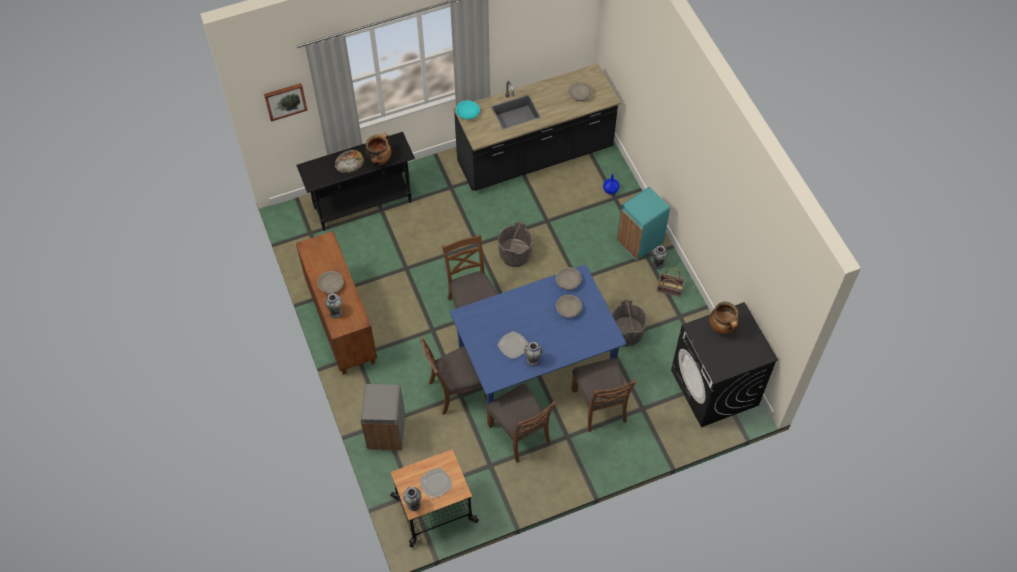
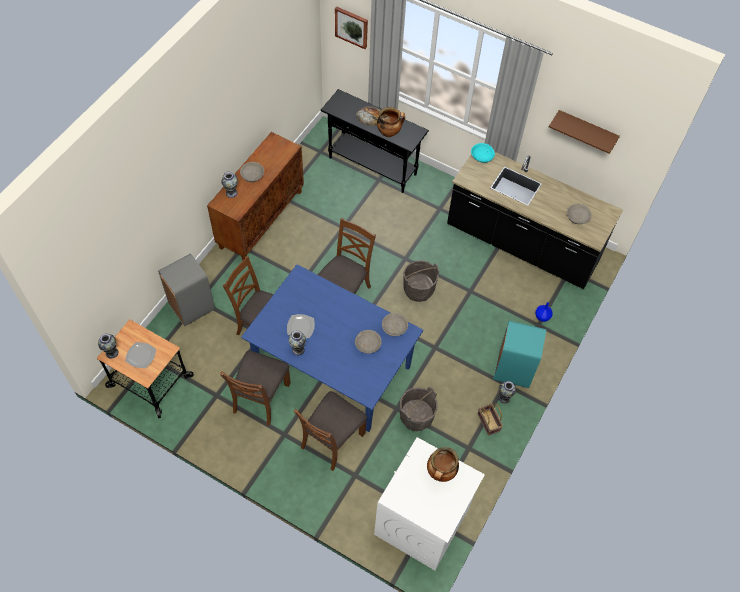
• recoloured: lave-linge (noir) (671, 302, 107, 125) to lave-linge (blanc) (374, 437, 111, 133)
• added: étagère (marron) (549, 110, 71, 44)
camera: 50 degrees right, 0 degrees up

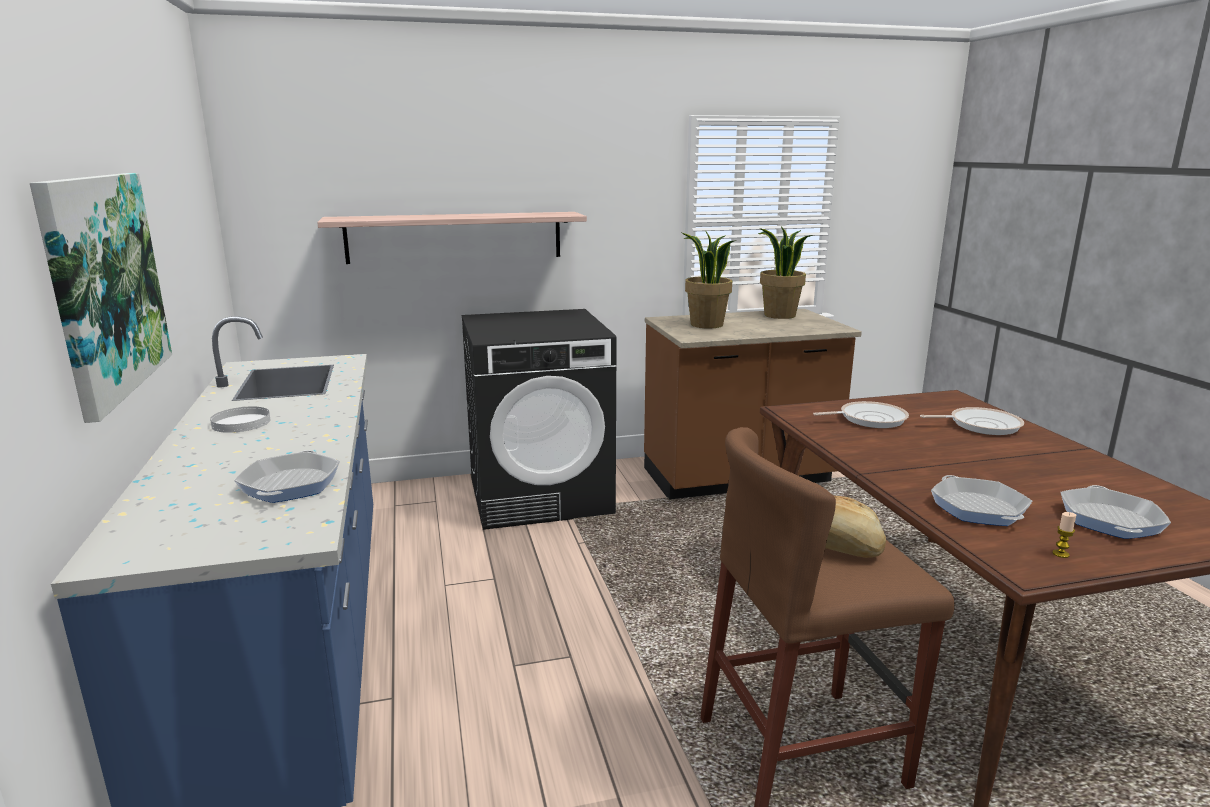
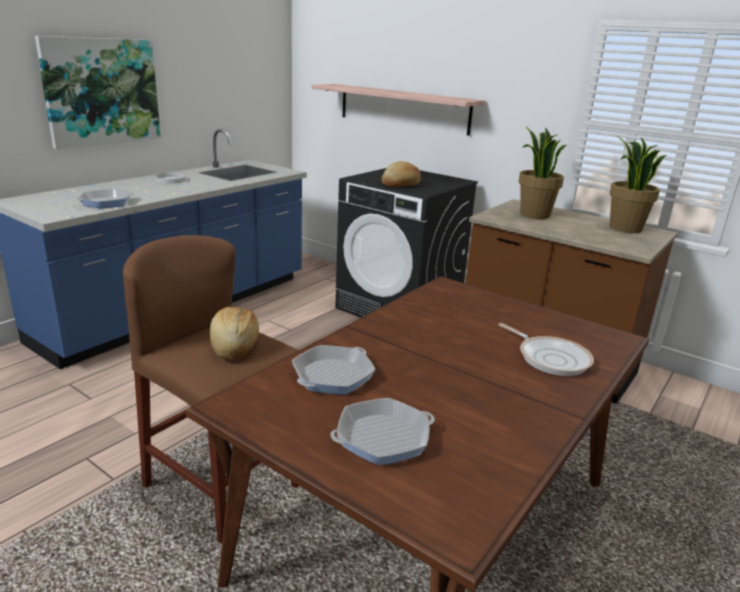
• removed: poêle (813, 401, 96, 27)
• removed: bougie (1052, 512, 24, 46)
• added: pain (381, 161, 40, 26)
camera: 50 degrees right, 5 degrees up

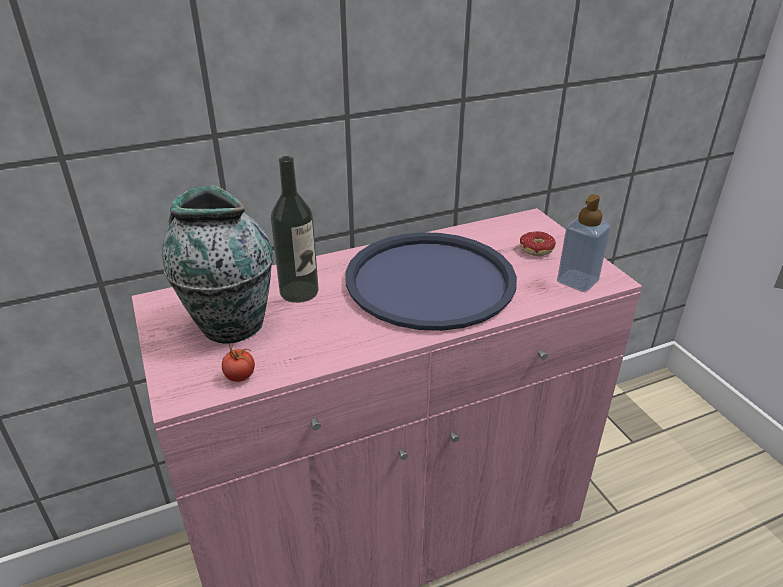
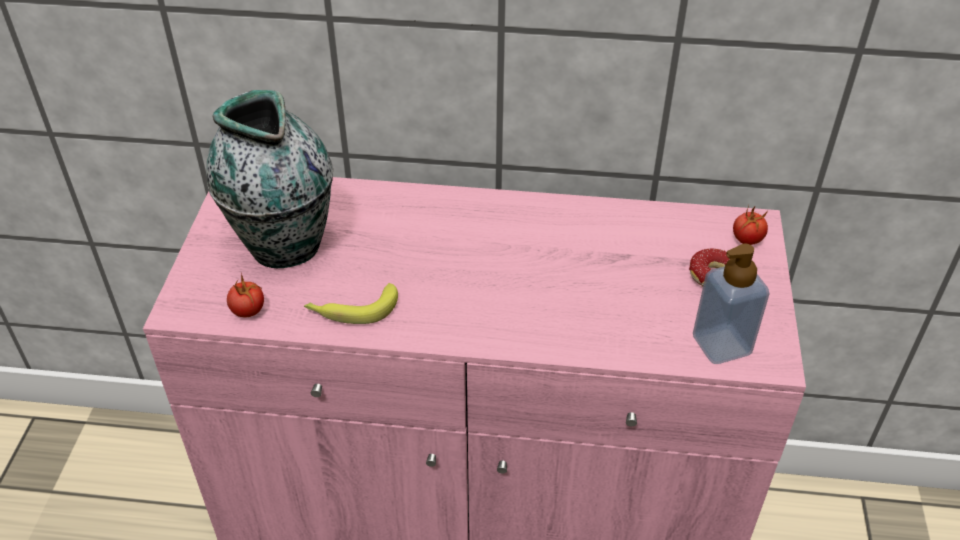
• removed: bouteille (271, 156, 48, 147)
• removed: plateau (bleu) (345, 232, 172, 99)
• added: tomate (733, 206, 35, 39)
• added: banane (304, 283, 94, 41)
camera: 30 degrees right, 10 degrees up

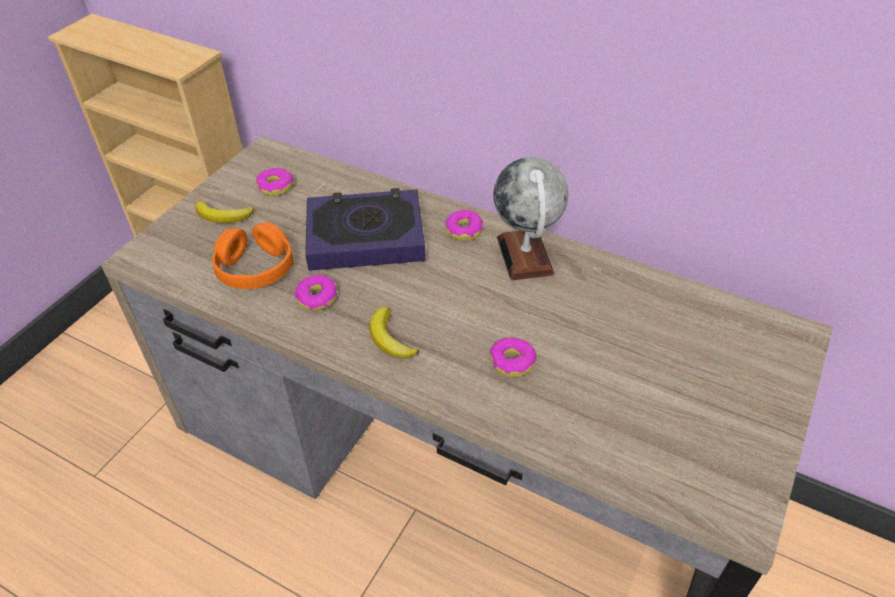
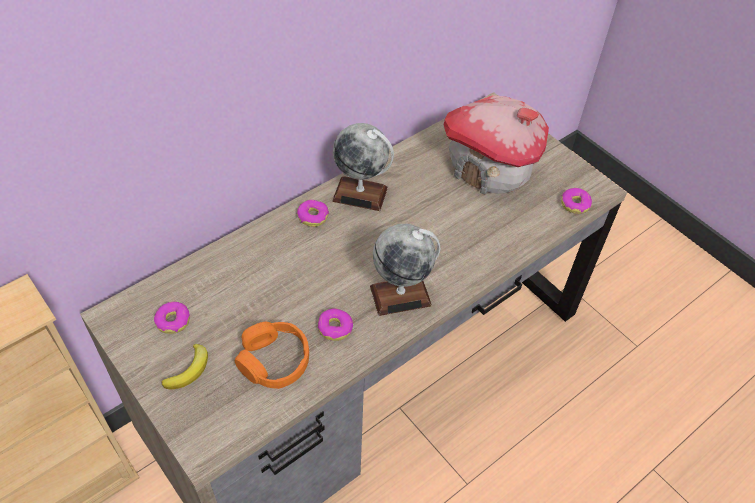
• removed: livre (305, 188, 121, 83)
• replaced: banane (369, 306, 50, 53) to globe (370, 224, 71, 92)
• moved: beignet (490, 338, 47, 39) to (561, 188, 31, 26)
• added: maison miniature (444, 95, 105, 99)
camera: 70 degrees left, 5 degrees up

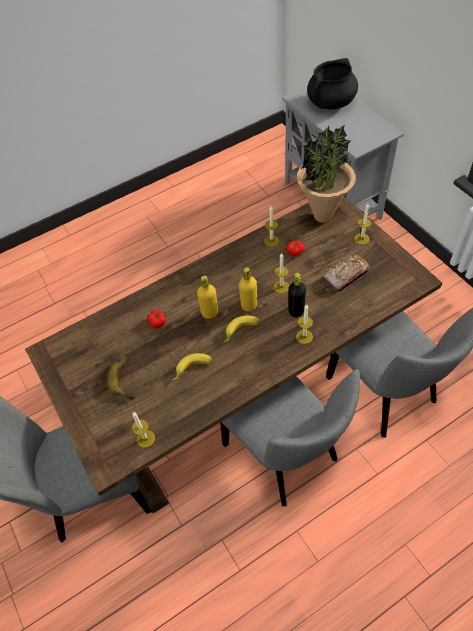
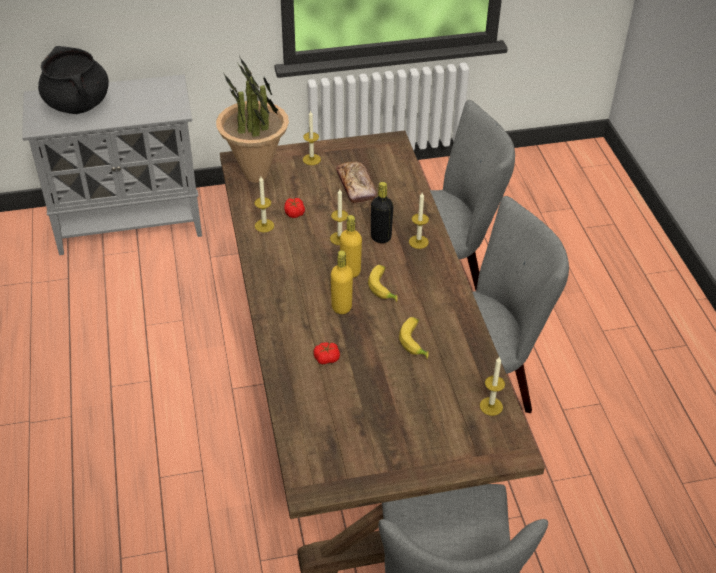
• removed: banane (107, 356, 28, 44)
camera: 75 degrees left, 10 degrees down

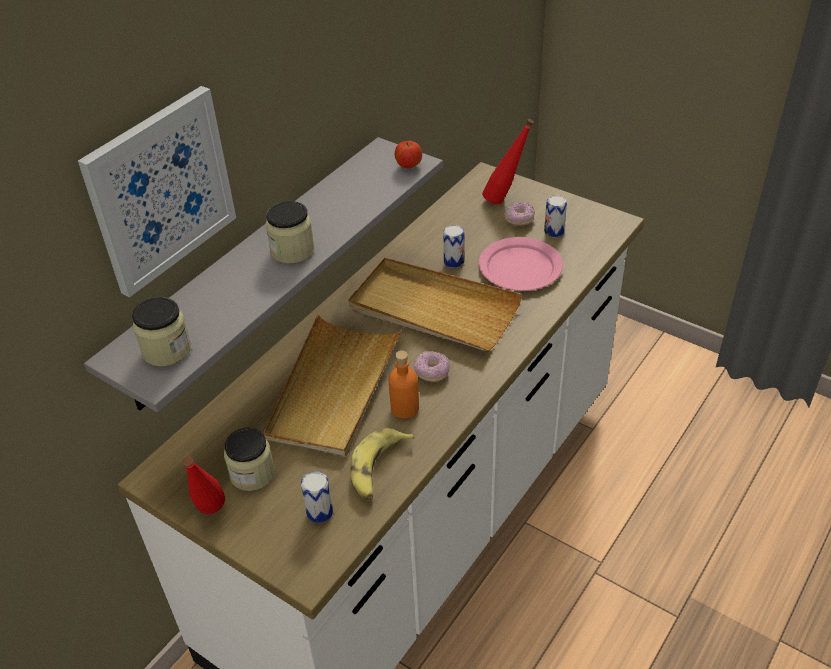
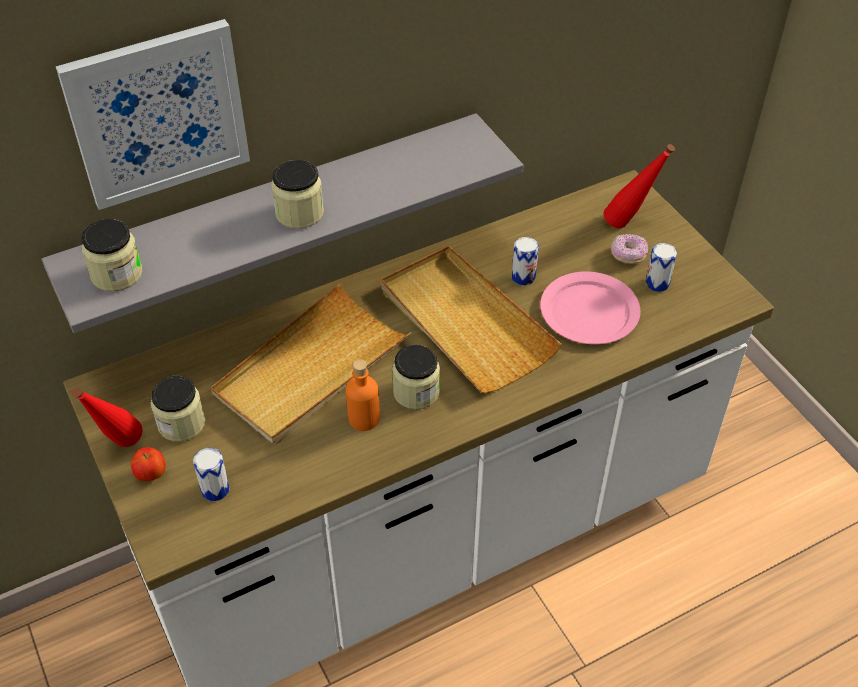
• moved: pomme (395, 141, 27, 28) to (131, 447, 35, 34)
• replaced: beignet (414, 351, 36, 31) to bocal (392, 345, 48, 64)
• removed: banane (350, 428, 65, 72)
camera: 25 degrees right, 5 degrees up

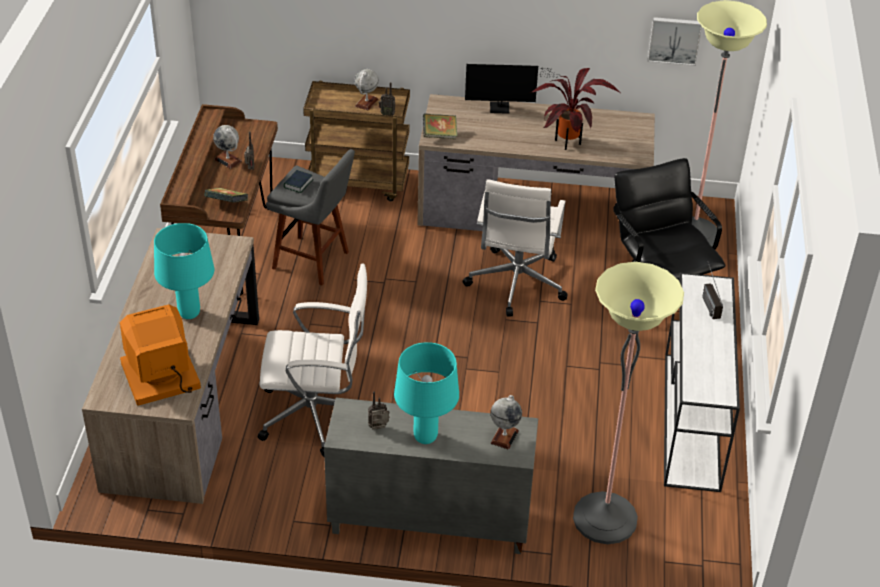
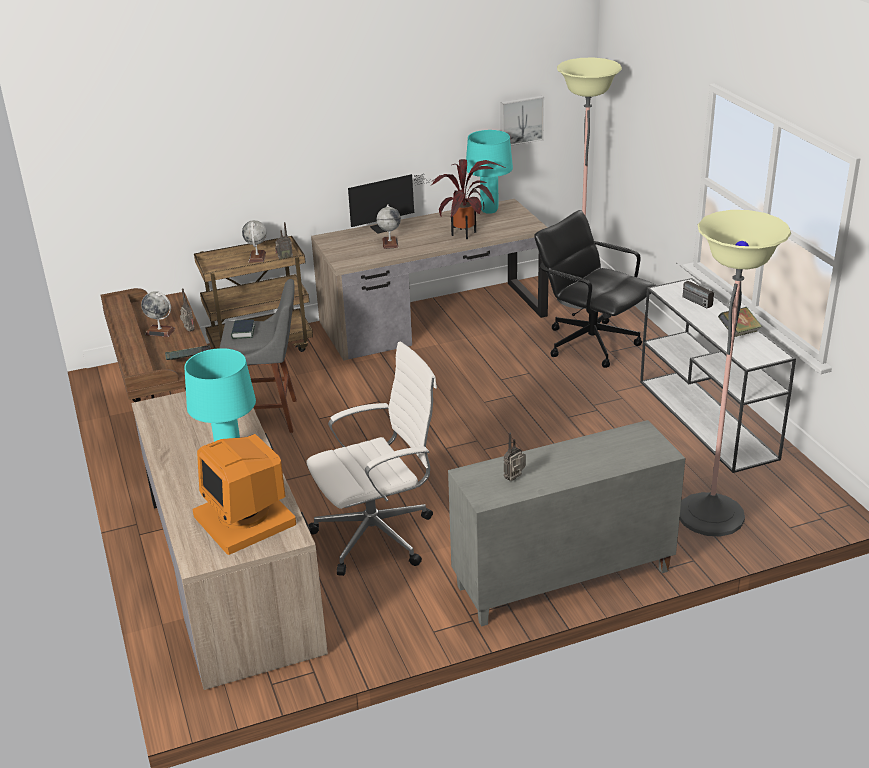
• moved: livre (423, 113, 34, 26) to (718, 307, 44, 30)
• removed: chaise de bureau (blanc) (463, 180, 105, 137)
• turned: écran d'ordinateur (120, 304, 81, 102) = (193, 434, 103, 121) 75 degrees counterclockwise
• moved: lampe de table (turquoise) (394, 342, 65, 102) to (466, 130, 47, 84)
• moved: globe (490, 395, 32, 55) to (377, 204, 24, 45)
camera: 25 degrees left, 10 degrees down

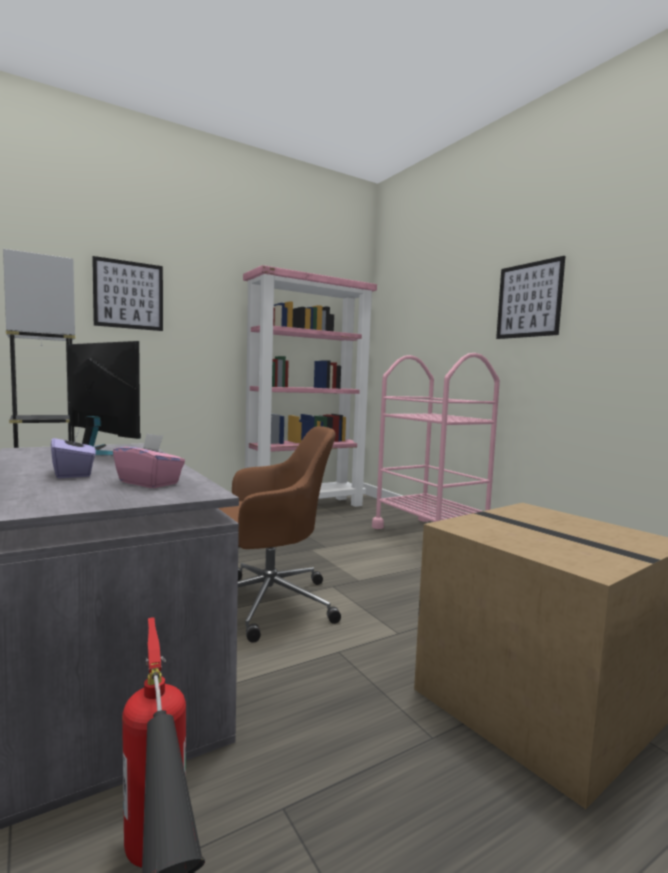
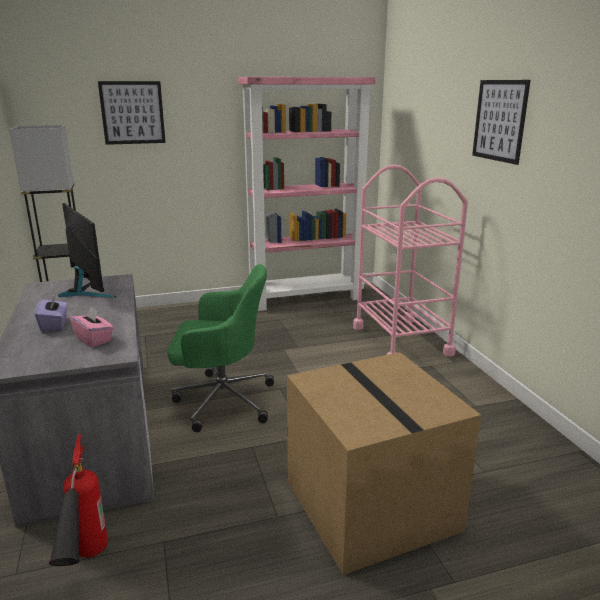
• recoloured: chaise de bureau (marron) (218, 426, 123, 217) to chaise de bureau (vert) (167, 264, 107, 168)
camera: 15 degrees right, 15 degrees up

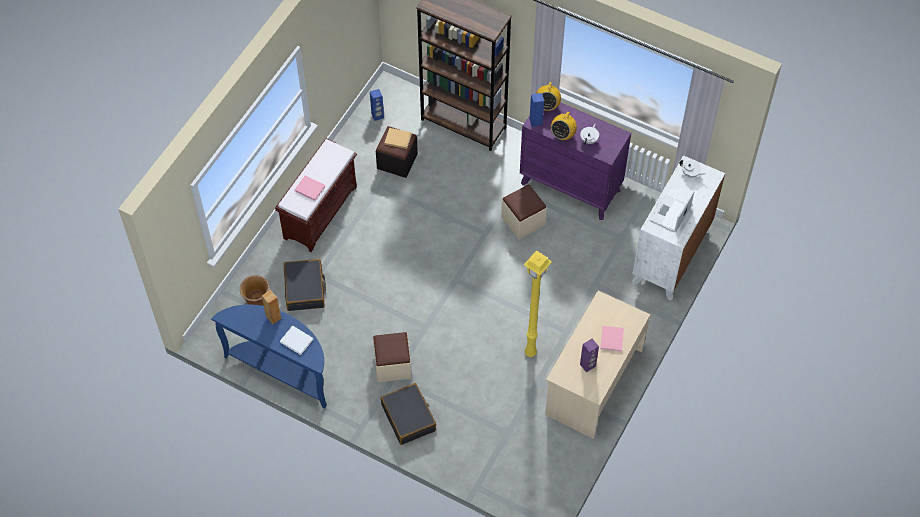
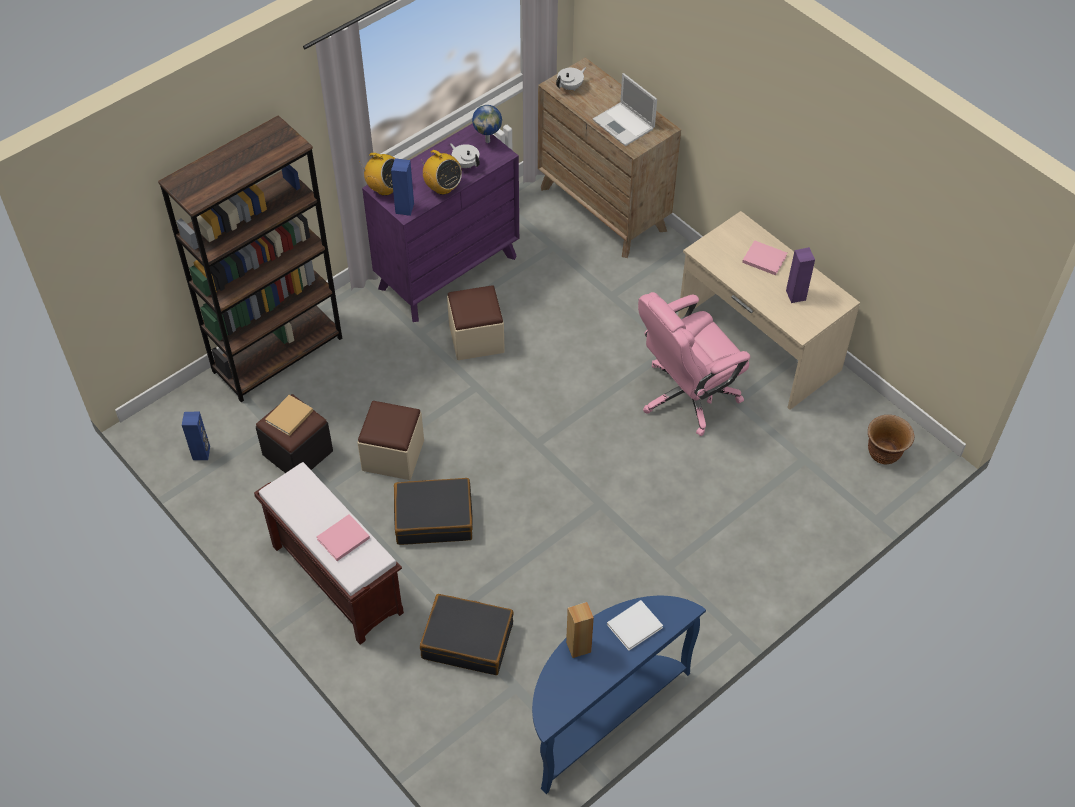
• recoloured: commode (blanc) (632, 155, 93, 146) to commode (marron) (538, 57, 143, 201)
• replaced: lampadaire (jaune) (524, 251, 28, 106) to chaise de bureau (rose) (638, 292, 112, 144)
• moved: cache-pot (marron) (240, 275, 30, 31) to (868, 415, 46, 49)
• moved: pouf (beige) (373, 332, 39, 50) to (357, 401, 67, 79)
• moved: valise (noir) (380, 383, 56, 62) to (394, 478, 79, 67)
• added: globe (472, 105, 30, 38)
camera: 70 degrees left, 5 degrees down

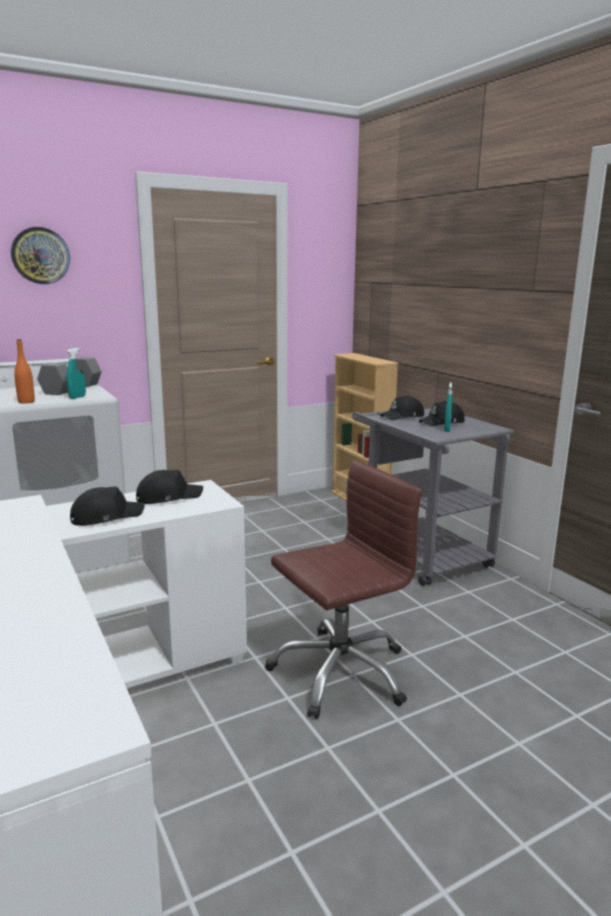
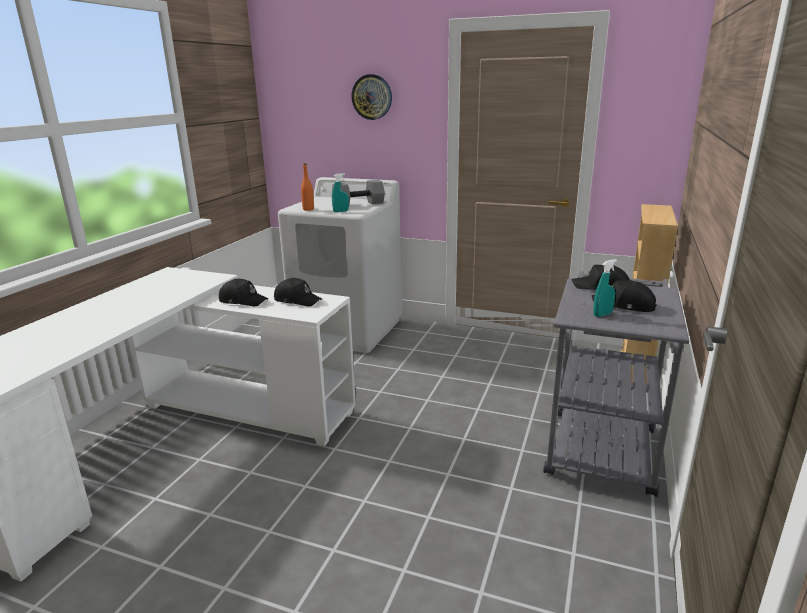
• removed: chaise de bureau (marron) (265, 460, 157, 259)
camera: 50 degrees right, 5 degrees up

